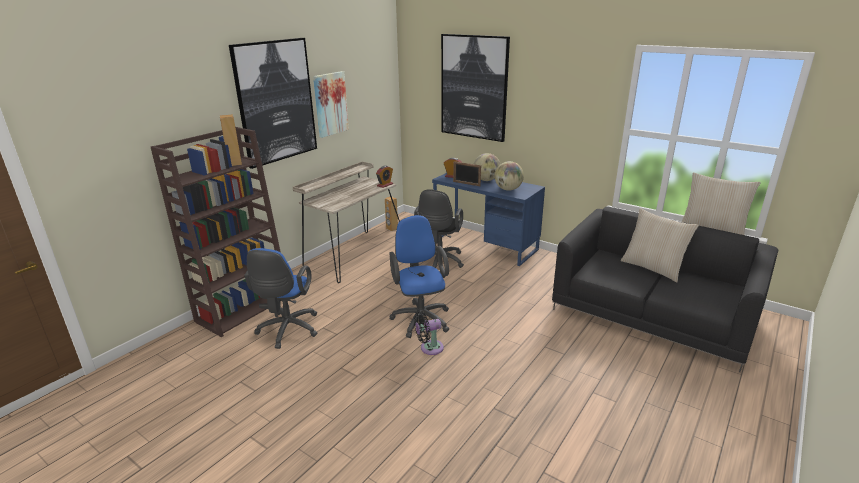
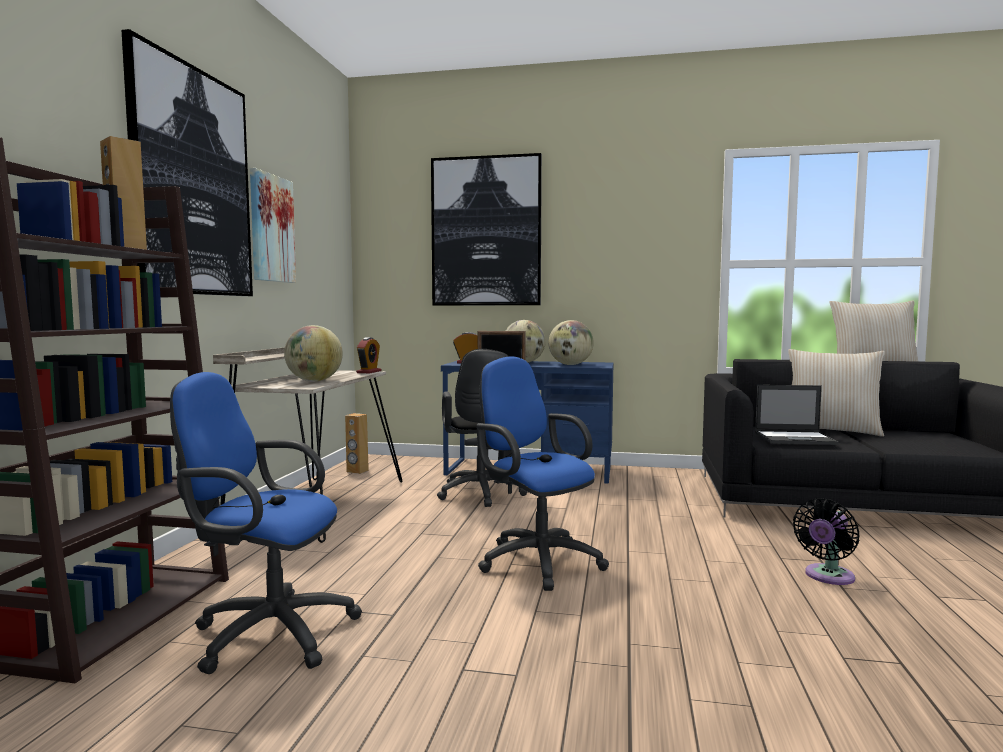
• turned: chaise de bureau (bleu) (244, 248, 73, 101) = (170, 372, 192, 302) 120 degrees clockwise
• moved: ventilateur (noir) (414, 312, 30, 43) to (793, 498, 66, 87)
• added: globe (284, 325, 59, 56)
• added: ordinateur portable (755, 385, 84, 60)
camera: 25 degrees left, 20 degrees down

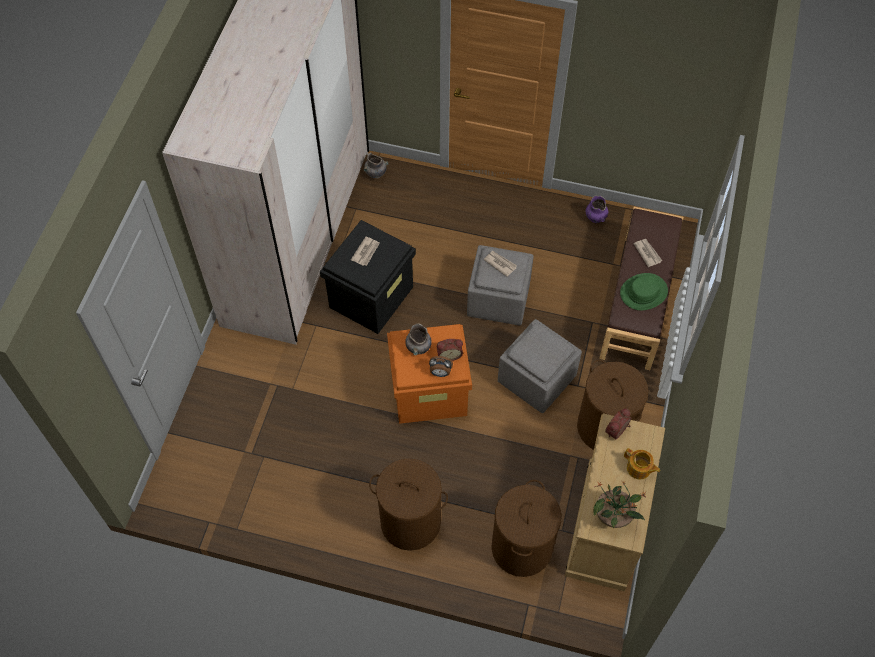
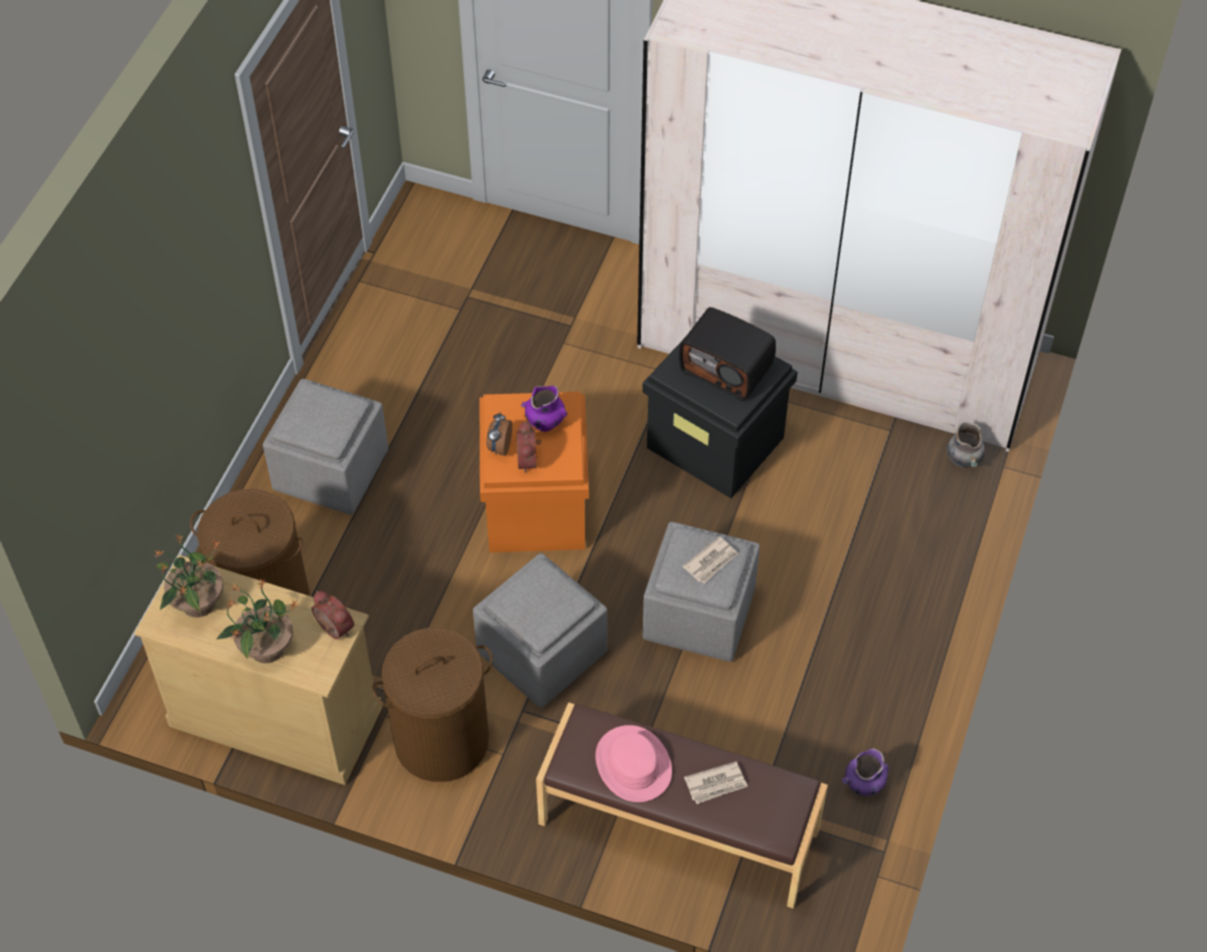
• replaced: journal (351, 237, 29, 29) to radio (679, 307, 97, 94)
• recoloured: chapeau (vert) (620, 273, 48, 37) to chapeau (rose) (595, 725, 77, 77)
• recoloured: vase (gris) (405, 323, 27, 32) to vase (violet) (521, 386, 46, 46)
• replaced: théière (624, 448, 36, 32) to plante en pot (217, 579, 81, 84)
• replaced: panier à linge (marron) (369, 458, 79, 93) to pouf (gris) (263, 379, 125, 136)
camera: 95 degrees right, 5 degrees down

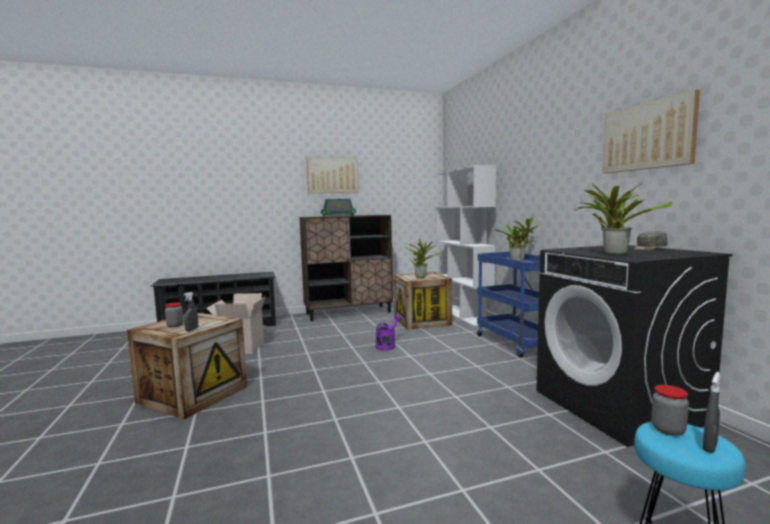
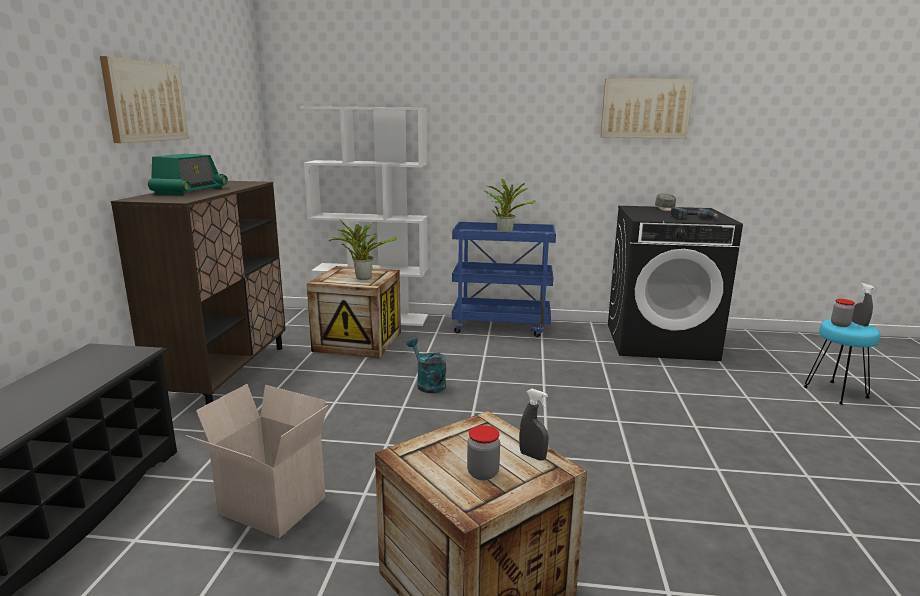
• replaced: plante en pot (576, 183, 96, 73) to perceuse (671, 207, 47, 12)
• recoloured: arrosoir (violet) (375, 315, 26, 36) to arrosoir (turquoise) (407, 338, 39, 55)
camera: 65 degrees left, 10 degrees up

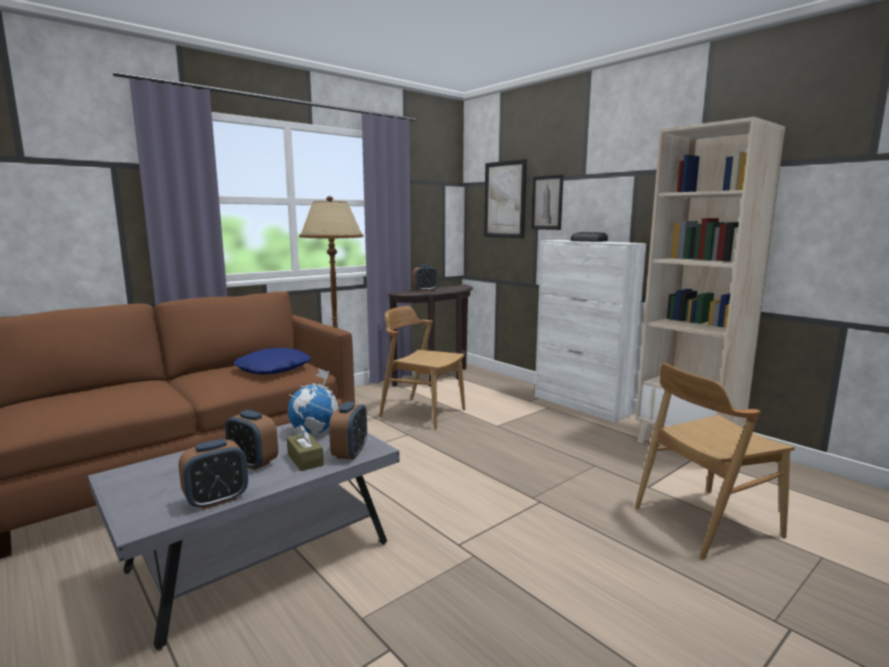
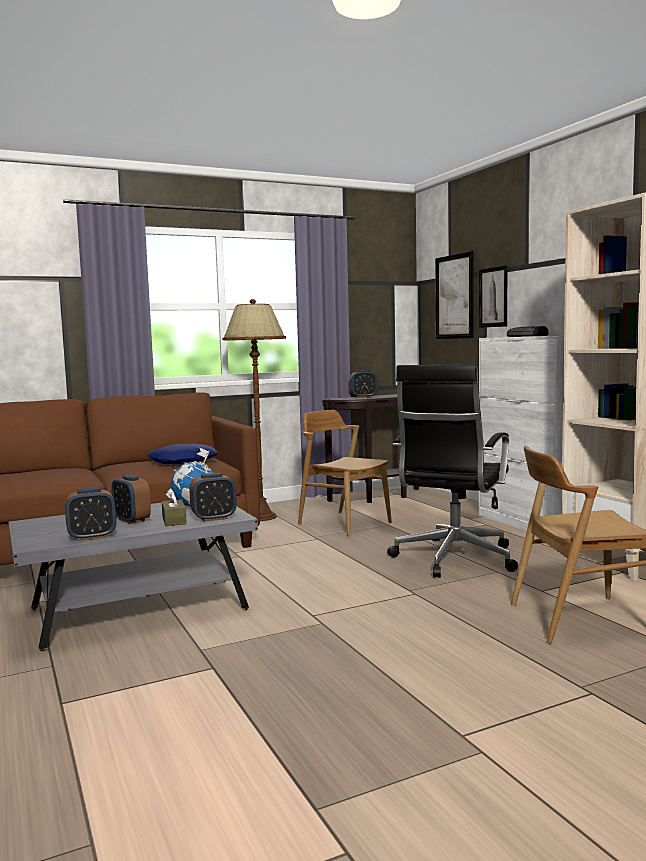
• turned: réveil (329, 402, 38, 57) = (189, 473, 48, 49) 45 degrees clockwise
• added: chaise de bureau (noir) (387, 364, 131, 214)
camera: 15 degrees right, 5 degrees down

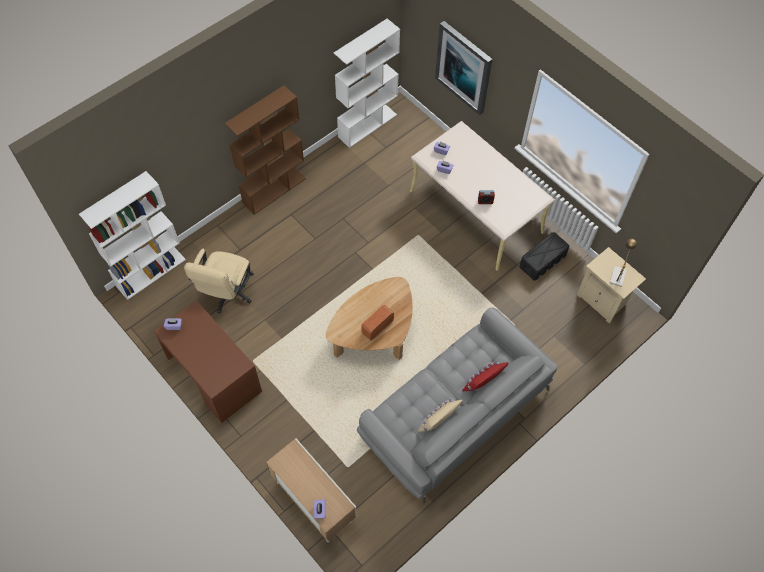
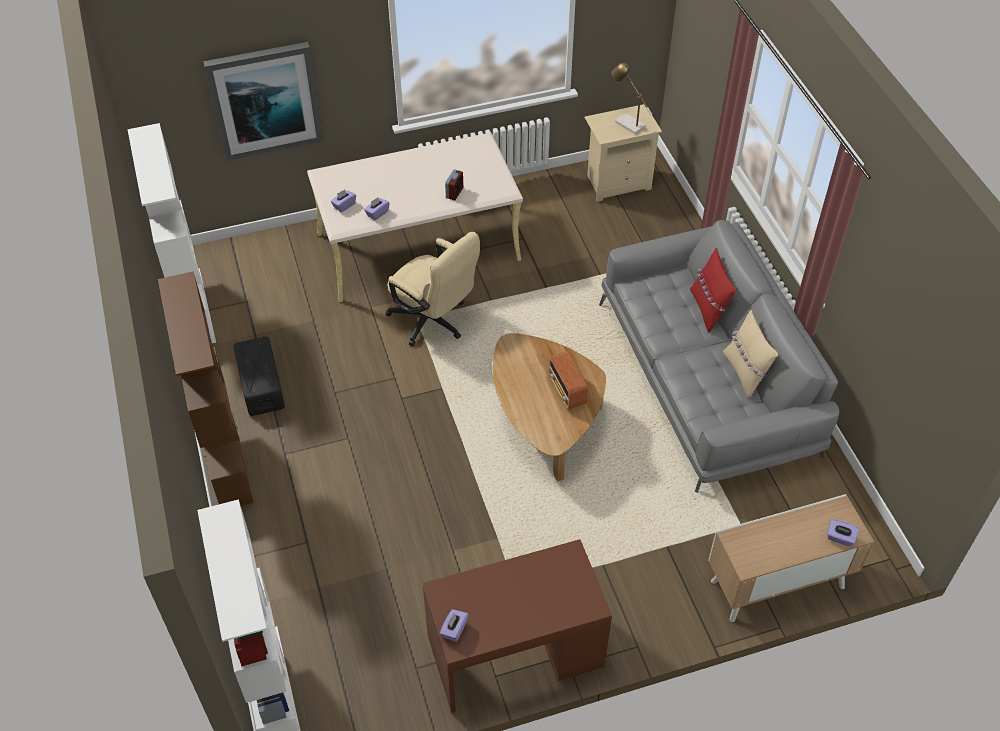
• moved: boîte de rangement (noir) (519, 232, 50, 49) to (234, 337, 51, 79)
• moved: chaise de bureau (beige) (184, 249, 70, 64) to (386, 232, 94, 114)
camera: 65 degrees left, 10 degrees down

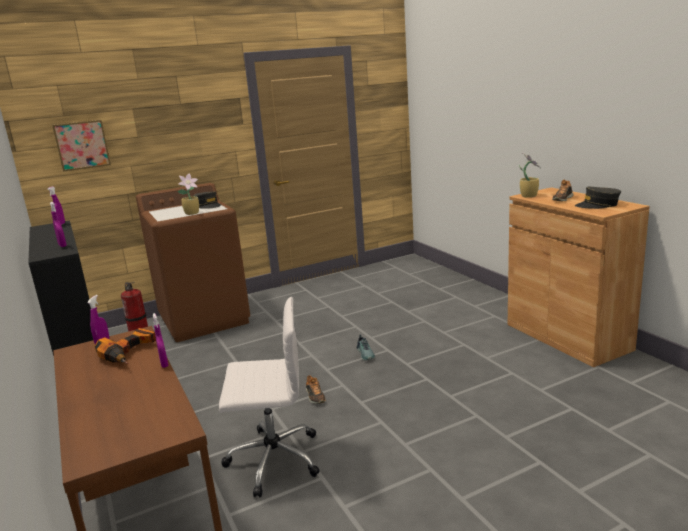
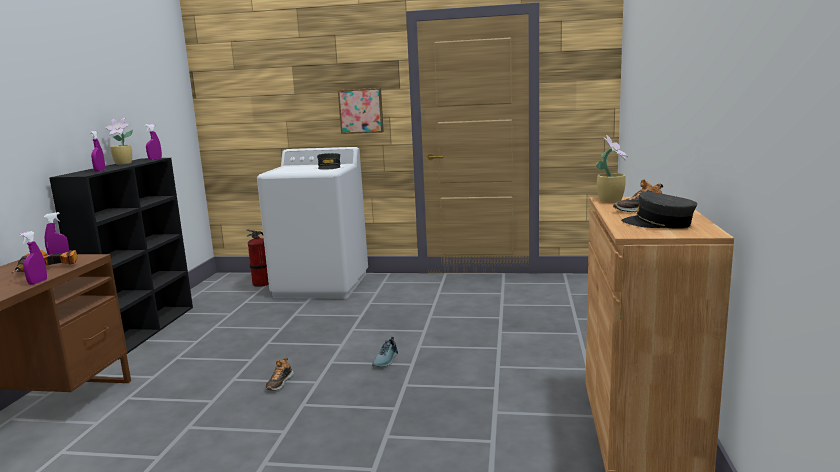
• moved: tableau (52, 120, 59, 52) to (338, 88, 46, 46)
• moved: plante en pot (177, 173, 22, 42) to (105, 118, 28, 47)
• recoloured: lave-linge (marron) (136, 183, 114, 159) to lave-linge (blanc) (257, 147, 111, 152)
• removed: chaise de bureau (blanc) (219, 297, 100, 200)
camera: 35 degrees right, 5 degrees down

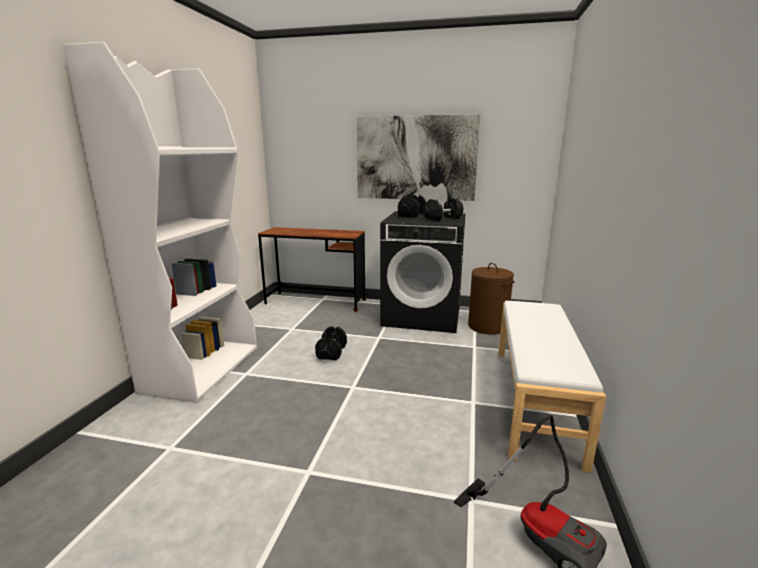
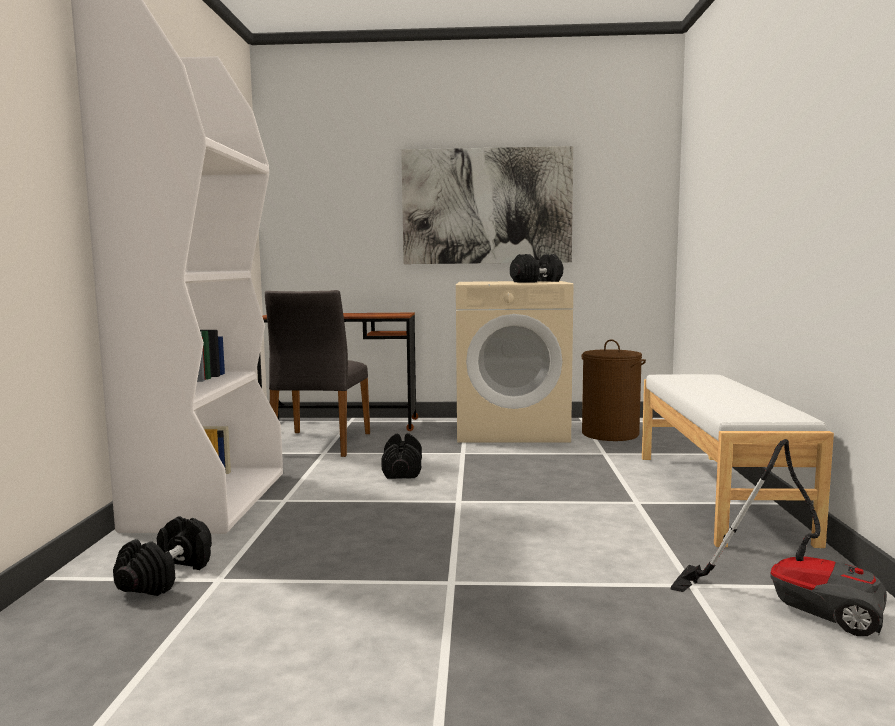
• moved: haltère (noir) (398, 195, 29, 23) to (113, 516, 99, 80)
• recoloured: lave-linge (noir) (380, 211, 86, 122) to lave-linge (beige) (456, 281, 118, 162)
• added: chaise (gris) (265, 290, 105, 167)
camera: 10 degrees left, 10 degrees down

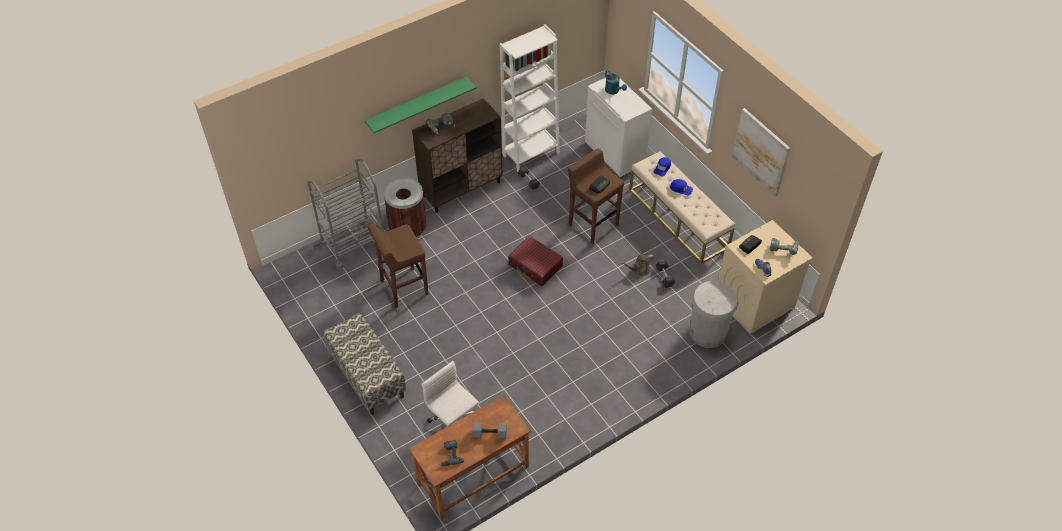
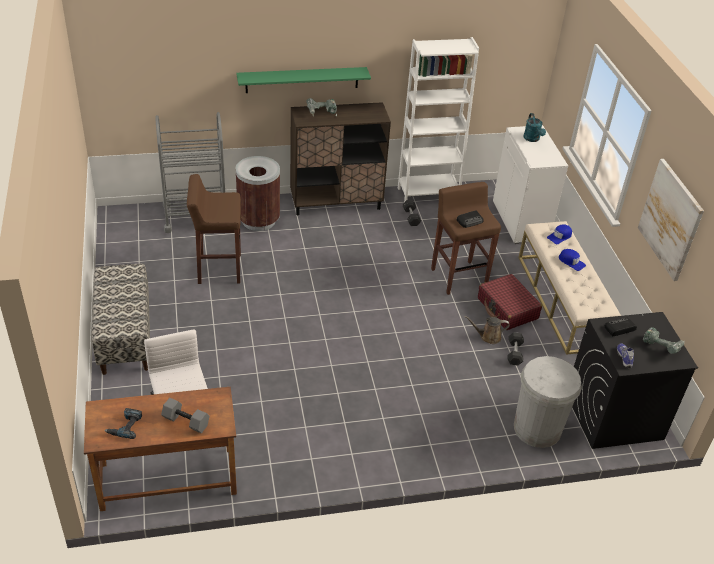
• recoloured: lave-linge (beige) (718, 220, 95, 114) to lave-linge (noir) (572, 312, 126, 137)
• moved: valise (rouge) (508, 236, 55, 50) to (478, 274, 64, 56)
camera: 20 degrees right, 10 degrees down

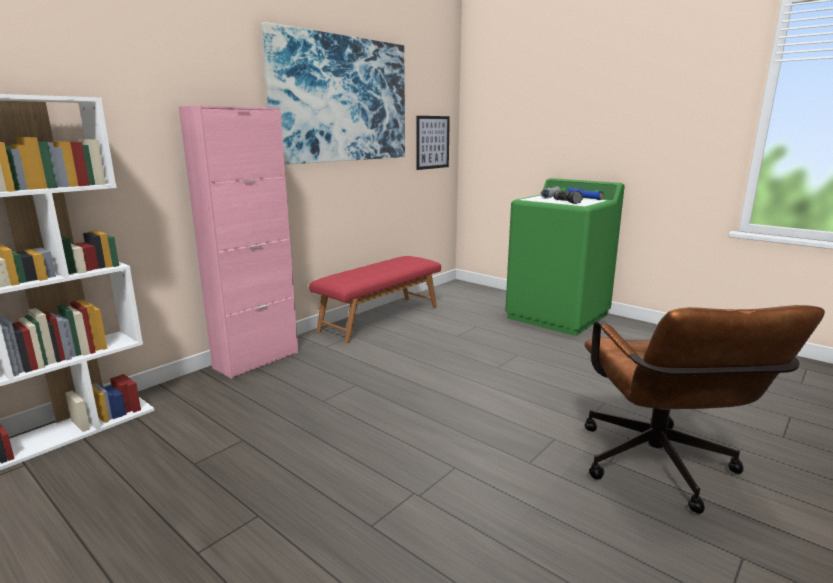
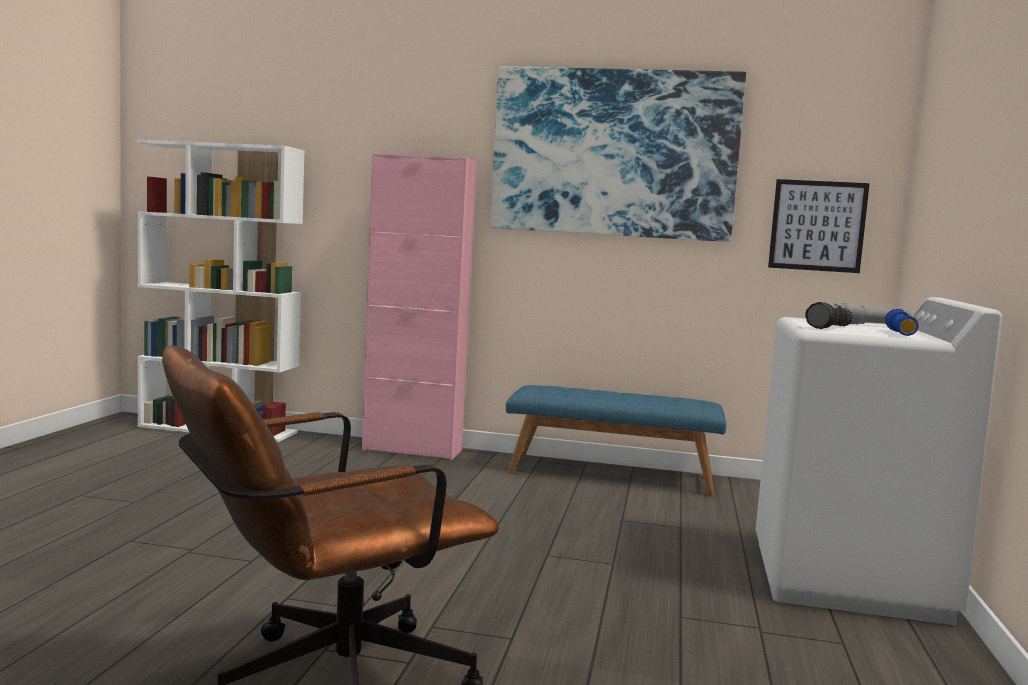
• recoloured: lave-linge (vert) (505, 178, 120, 158) to lave-linge (blanc) (756, 297, 246, 329)
• recoloured: banc (rouge) (309, 256, 132, 87) to banc (bleu) (506, 385, 220, 112)
camera: 60 degrees right, 10 degrees down

